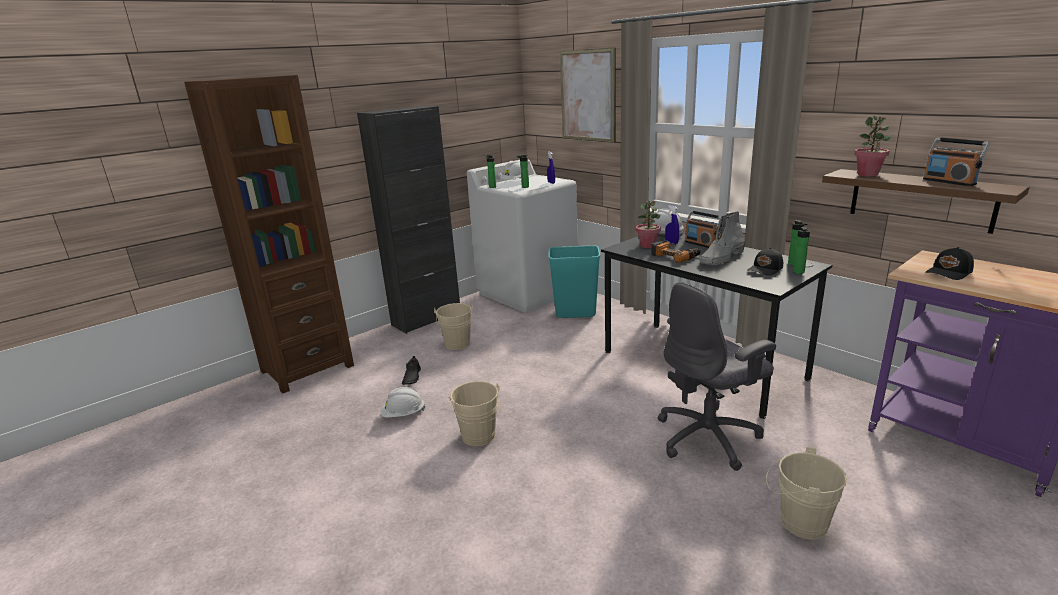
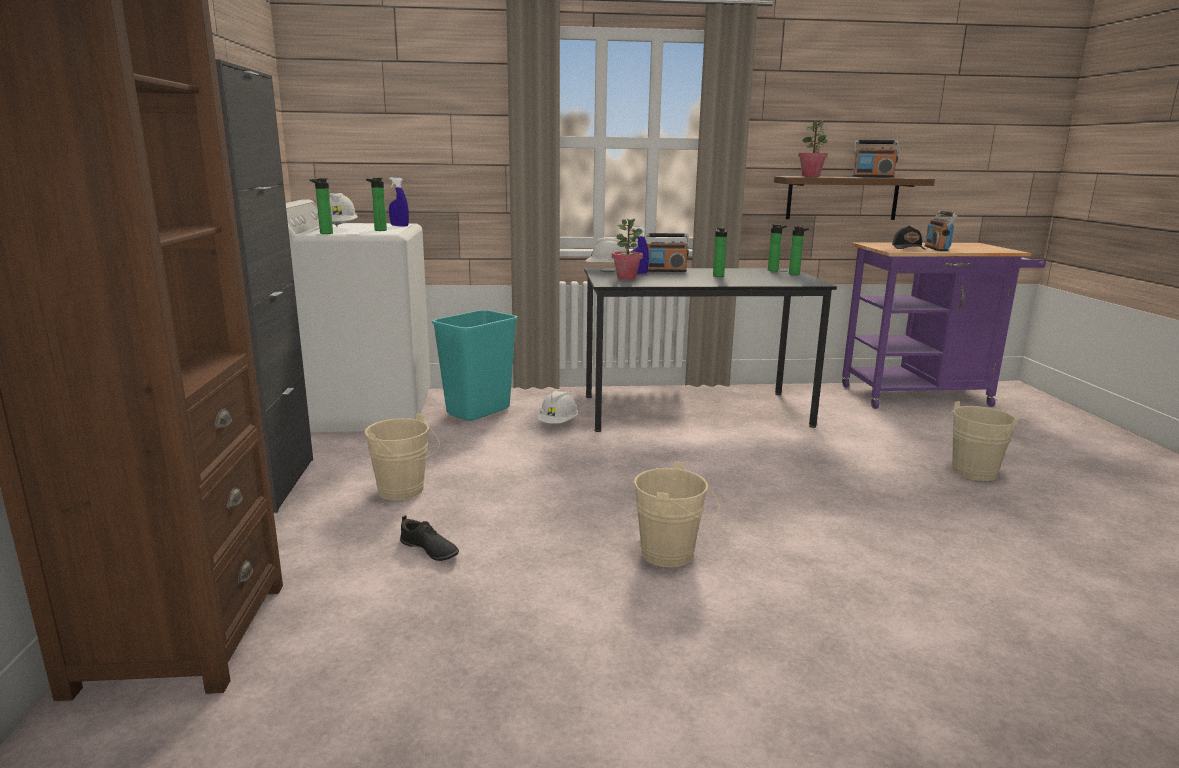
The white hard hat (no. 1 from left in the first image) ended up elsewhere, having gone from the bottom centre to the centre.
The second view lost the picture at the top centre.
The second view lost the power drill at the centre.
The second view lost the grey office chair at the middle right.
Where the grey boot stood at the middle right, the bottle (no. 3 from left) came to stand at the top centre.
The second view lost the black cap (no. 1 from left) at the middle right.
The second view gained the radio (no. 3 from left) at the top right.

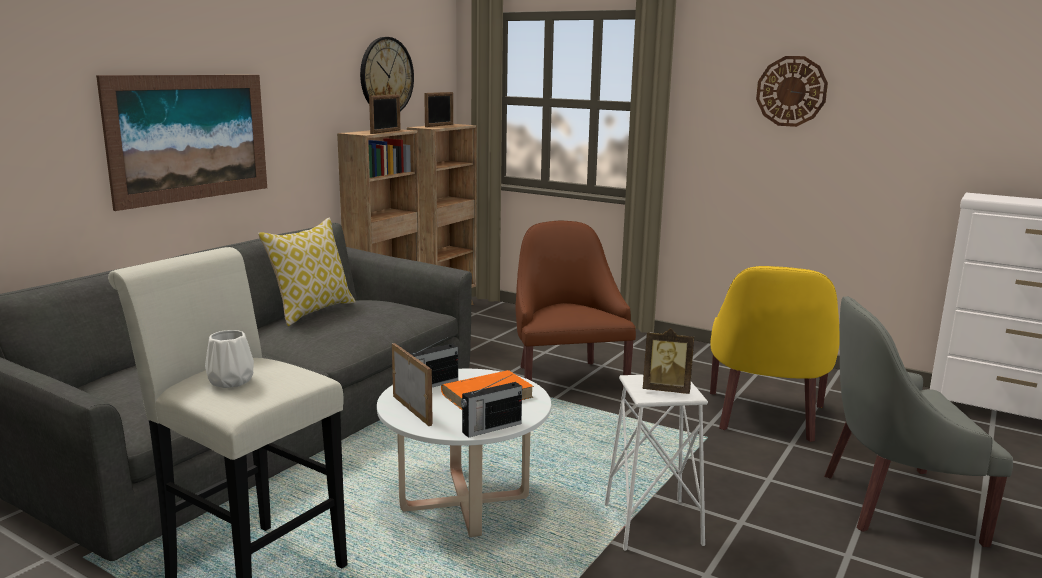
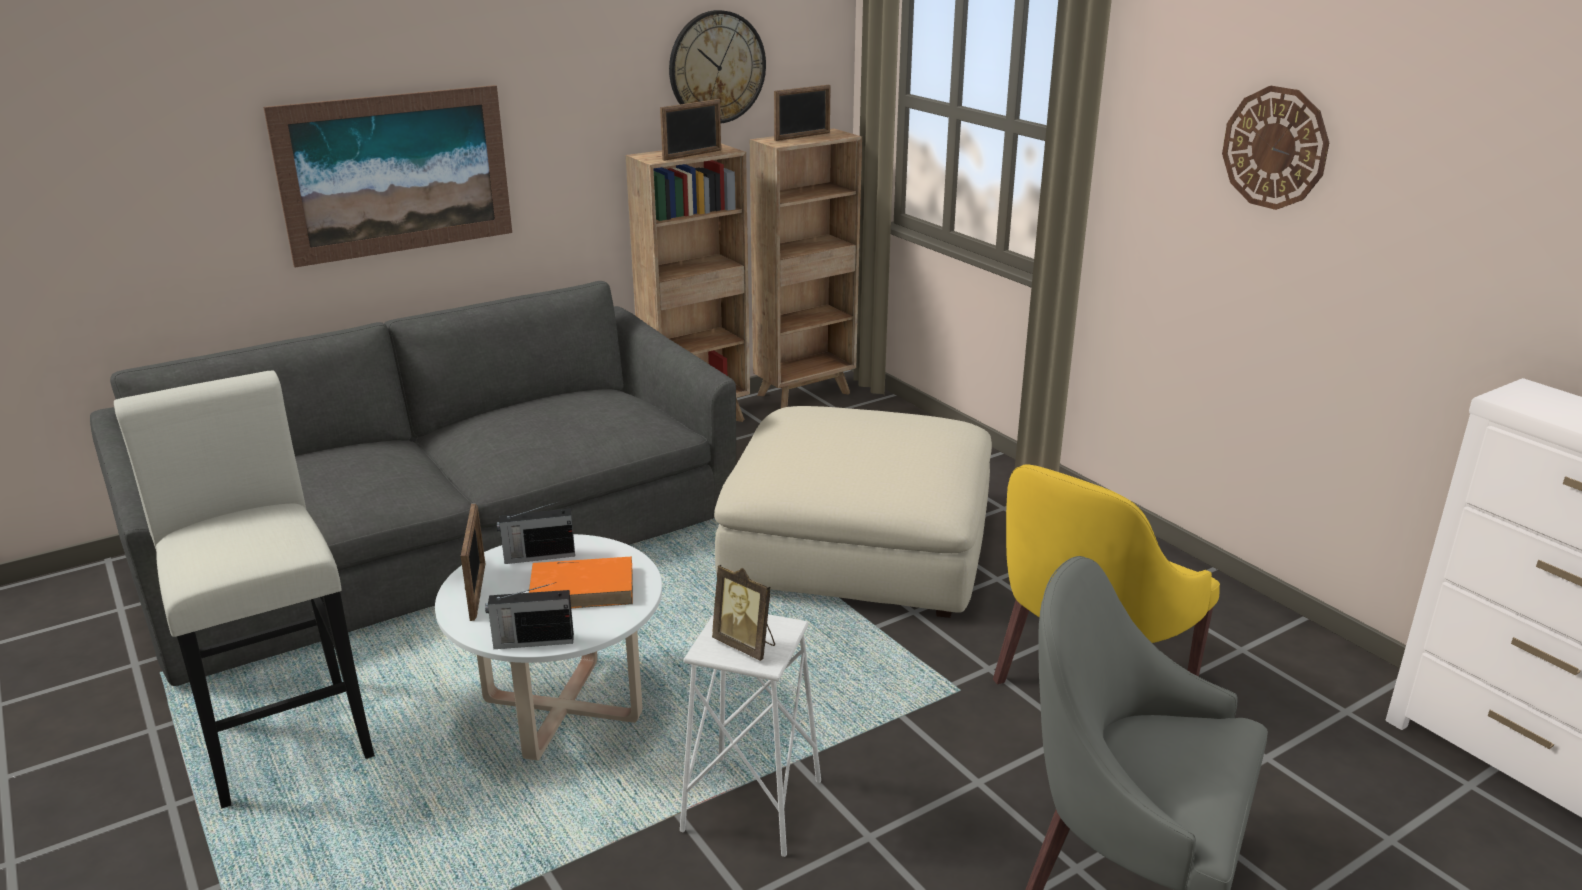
The second view lost the white vase at the middle left.
The second view lost the pillow at the middle left.
Where the brown armchair stood at the centre, the beige ottoman came to stand at the centre.

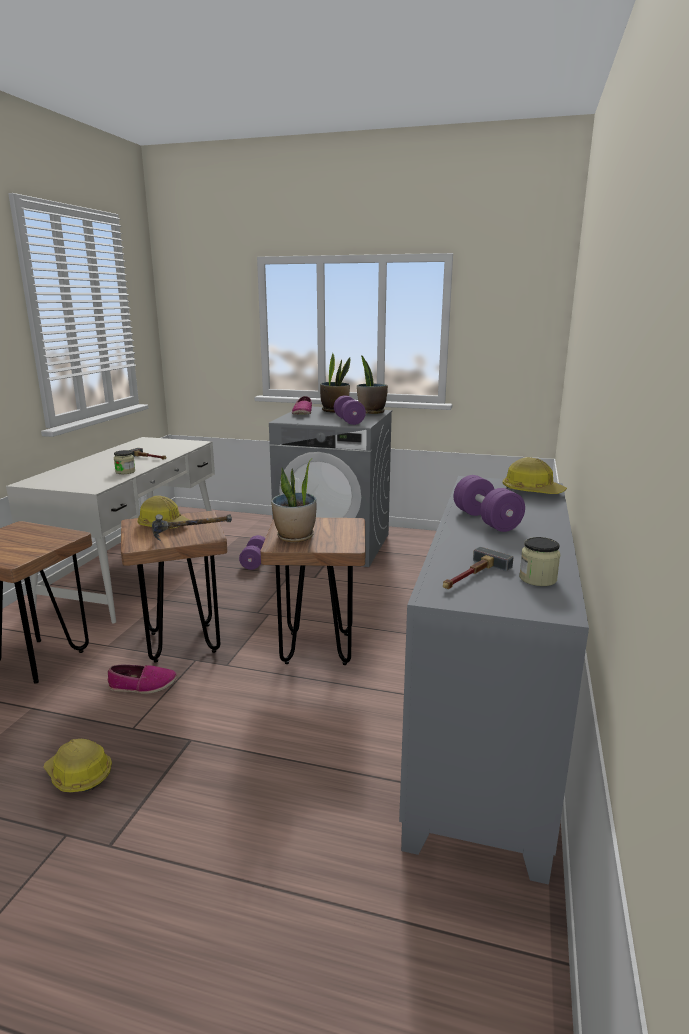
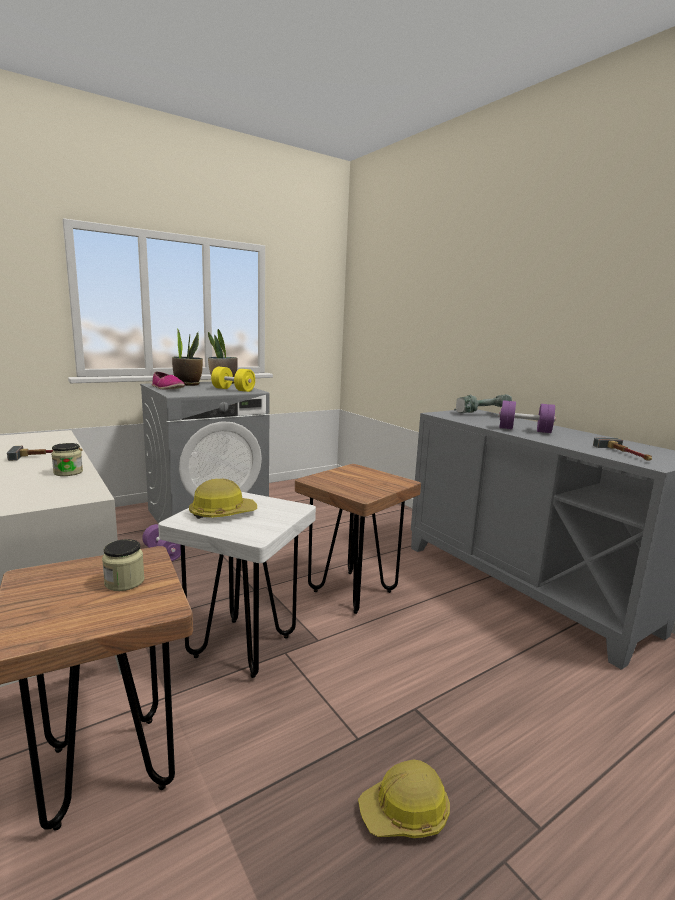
The second view lost the shoe (no. 1 from left) at the middle left.
What was the brown stool (no. 2 from left) at the middle left turned into the white stool at the centre.
The second view lost the hammer (no. 2 from left) at the middle left.
The second view lost the potted plant (no. 1 from left) at the centre.
What was the purple dumbbell (no. 2 from left) at the centre turned into the yellow dumbbell at the centre.
Where the hard hat (no. 3 from left) stood at the middle right, the power drill came to stand at the middle right.
The jar (no. 2 from left) ended up elsewhere, having gone from the middle right to the middle left.

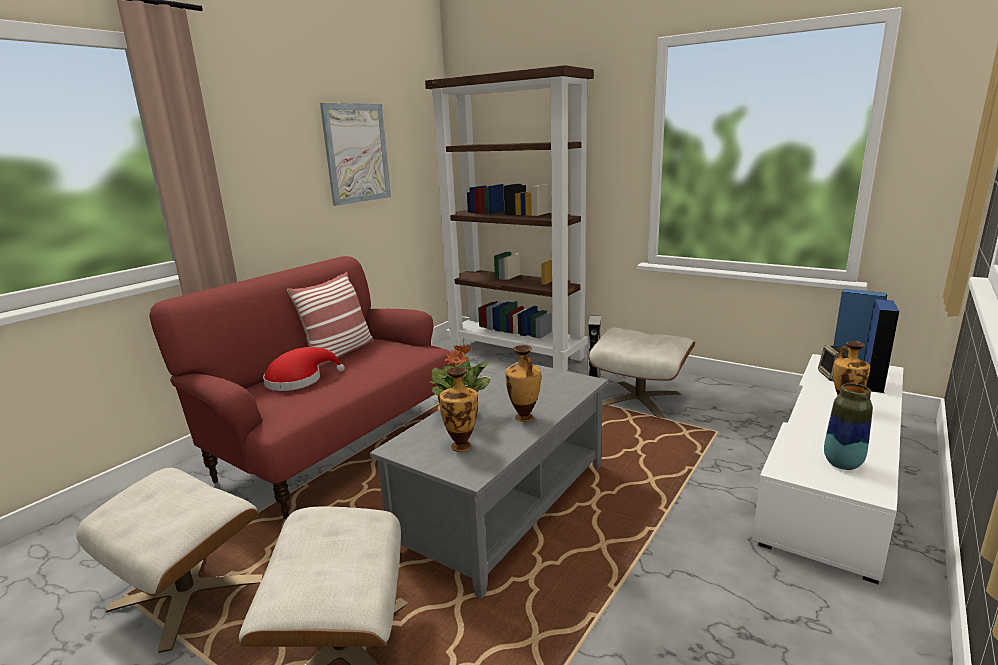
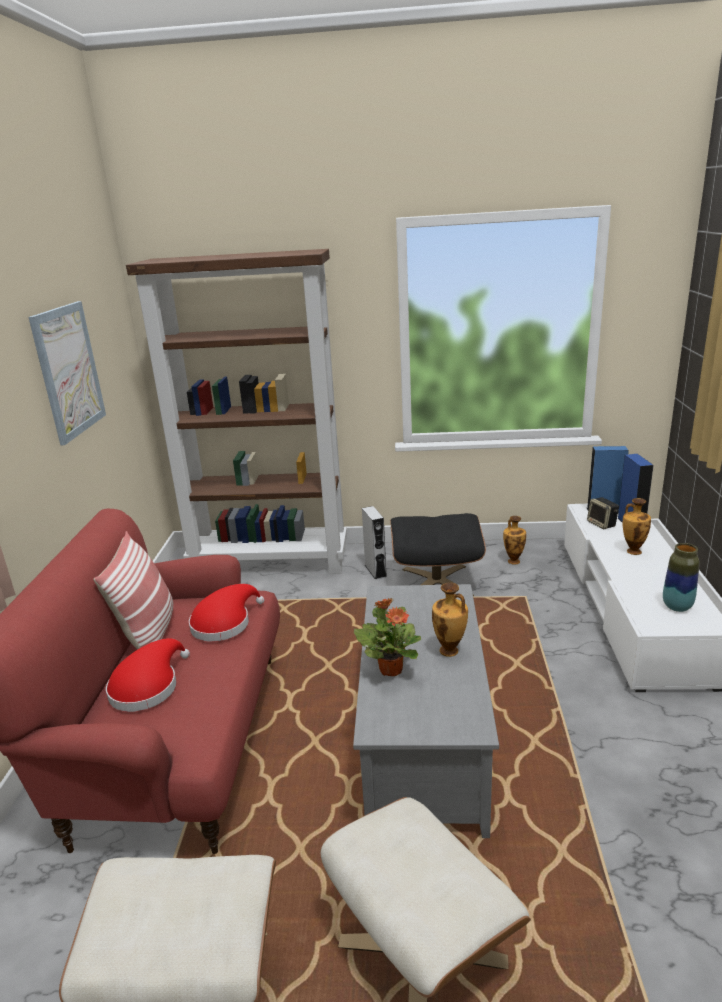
The vase (no. 1 from left in the first image) ended up elsewhere, having gone from the centre to the middle right.
What was the beige ottoman (no. 3 from left) at the centre turned into the black ottoman at the centre.
The second view gained the red hat (no. 2 from left) at the middle left.

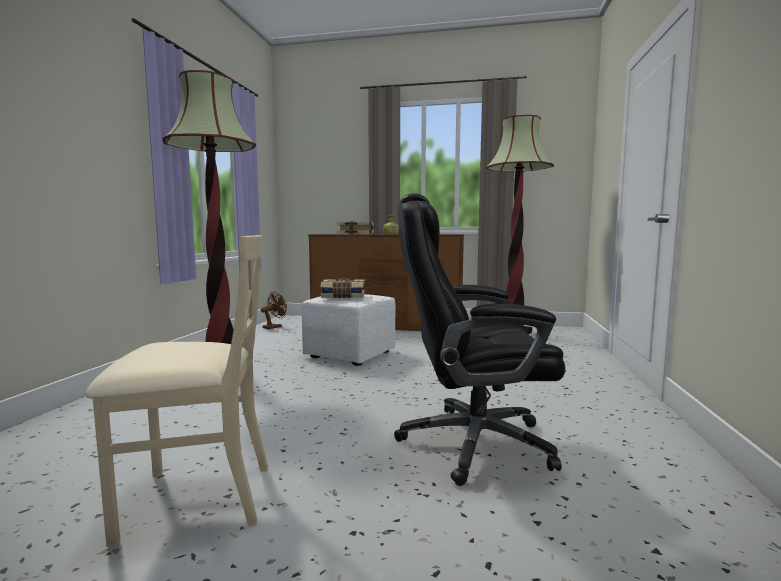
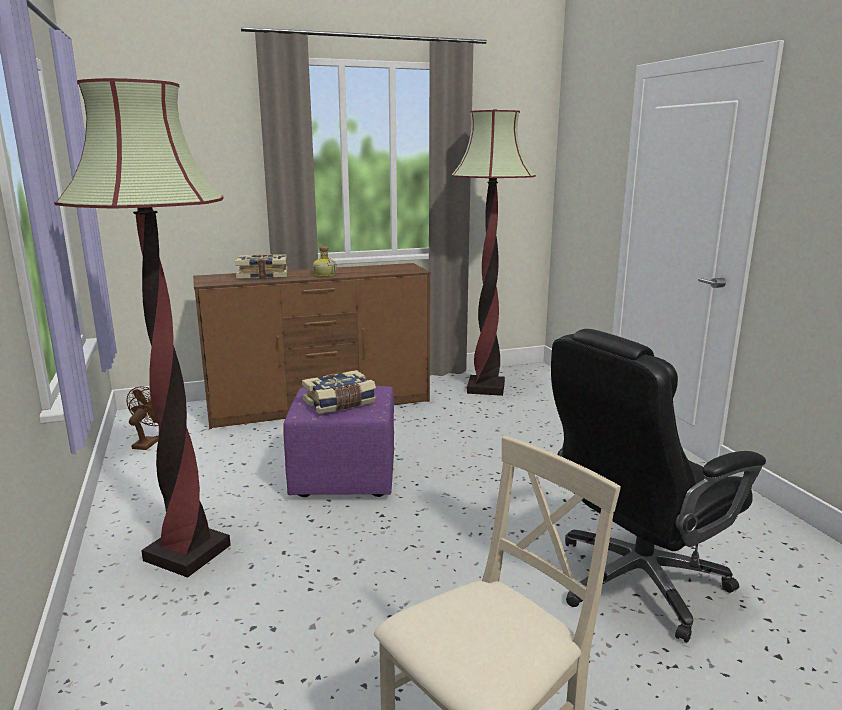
What was the white ottoman at the centre turned into the purple ottoman at the centre.

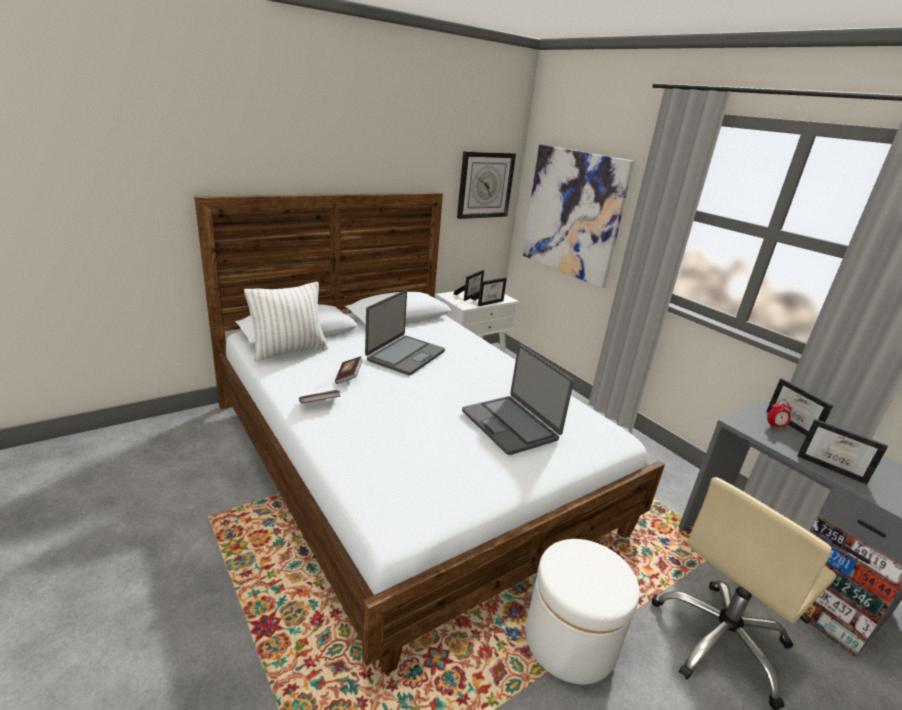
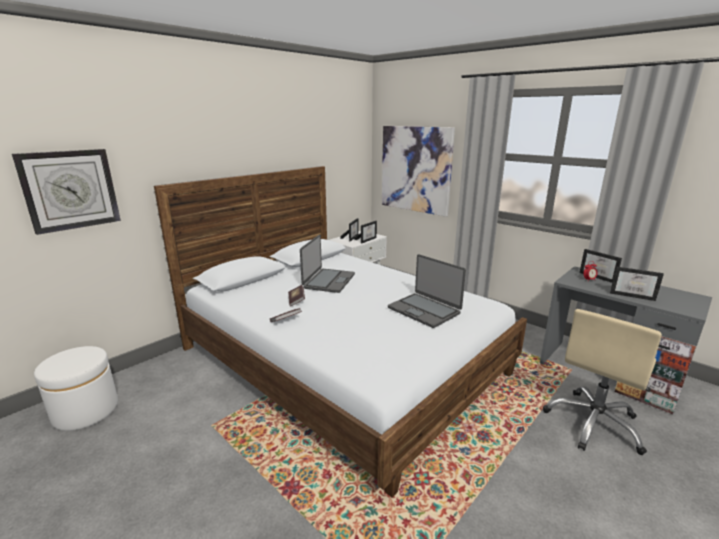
The second view lost the white pillow at the middle left.
The wall clock ended up elsewhere, having gone from the top centre to the middle left.
The white ottoman ended up elsewhere, having gone from the bottom centre to the bottom left.

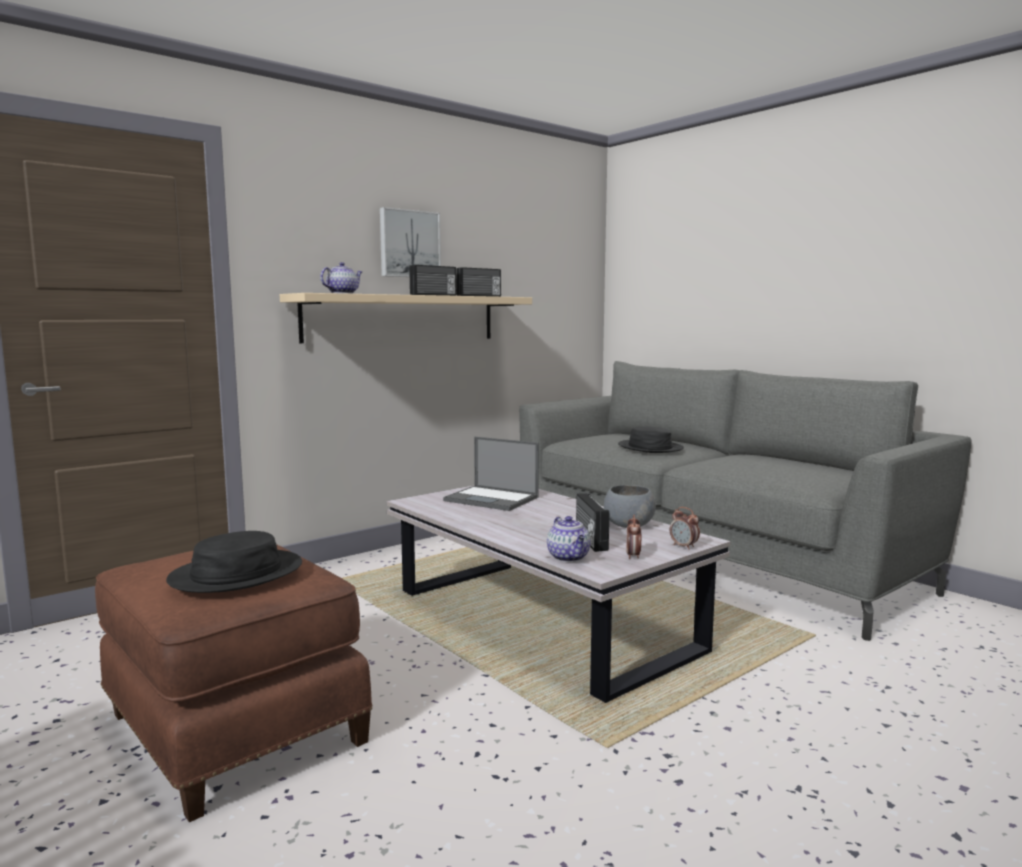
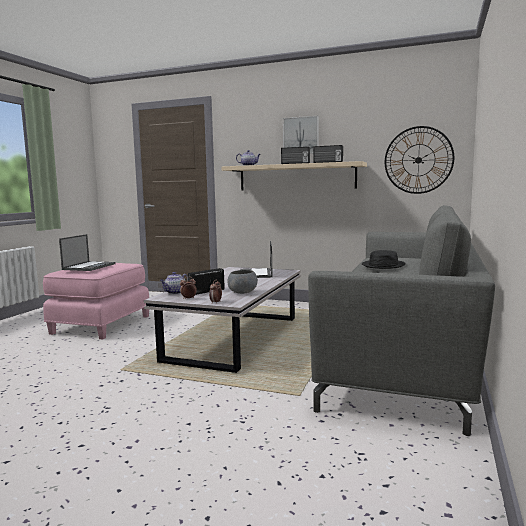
What was the brown ottoman at the bottom left turned into the pink ottoman at the middle left.
Where the black hat (no. 1 from left) stood at the middle left, the laptop (no. 1 from left) came to stand at the middle left.
The second view gained the wall clock at the top right.

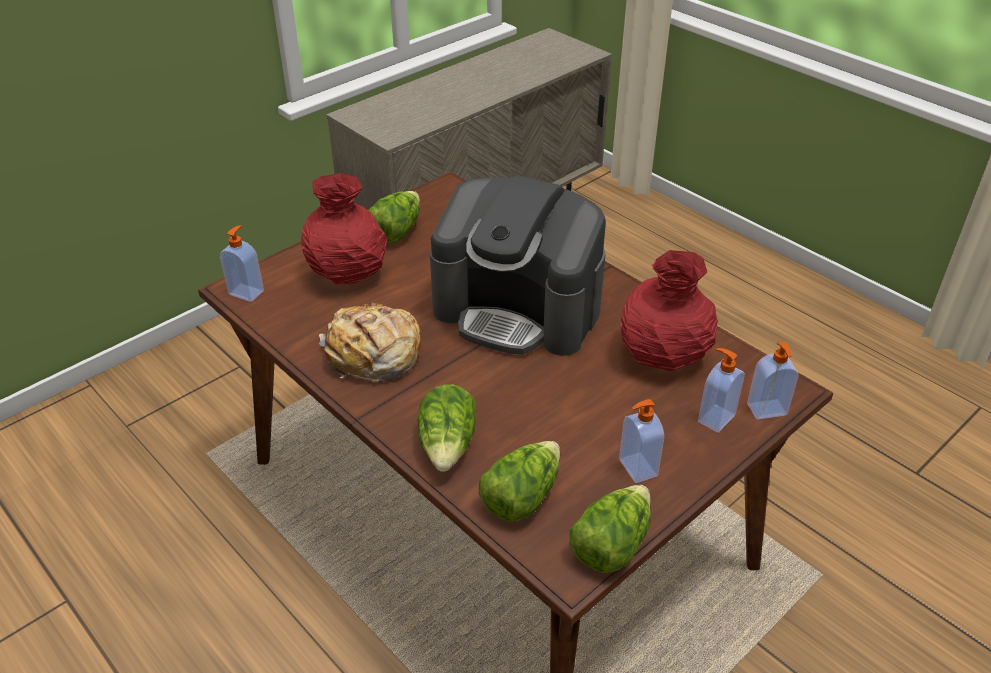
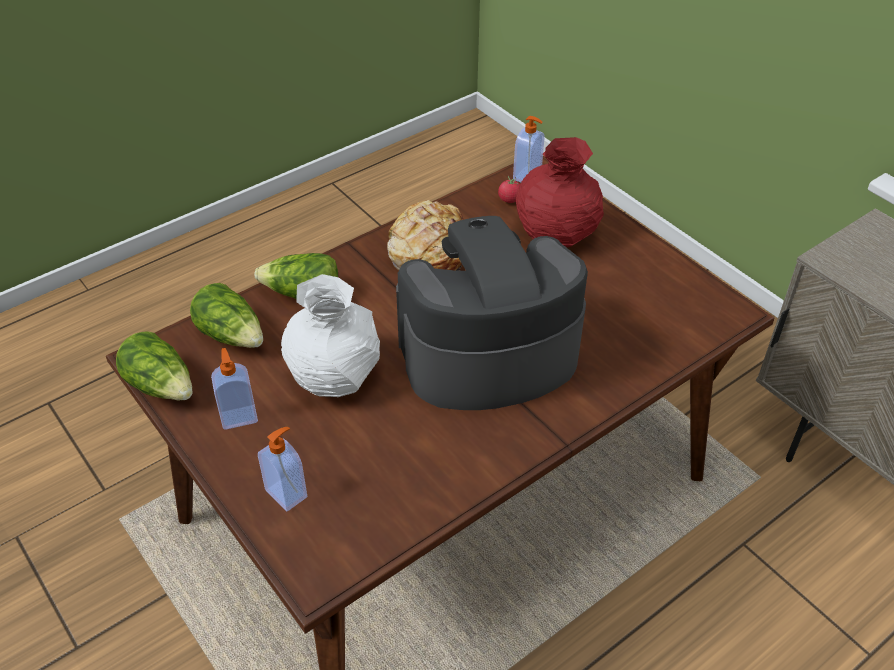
The second view lost the lettuce (no. 1 from left) at the top centre.
The coffee machine at the centre ended up facing another way, 45 degrees clockwise from before.
The second view lost the red vase (no. 2 from left) at the middle right.
The second view lost the soap dispenser (no. 4 from left) at the middle right.
The second view gained the white vase at the centre.
The second view gained the tomato at the top centre.

